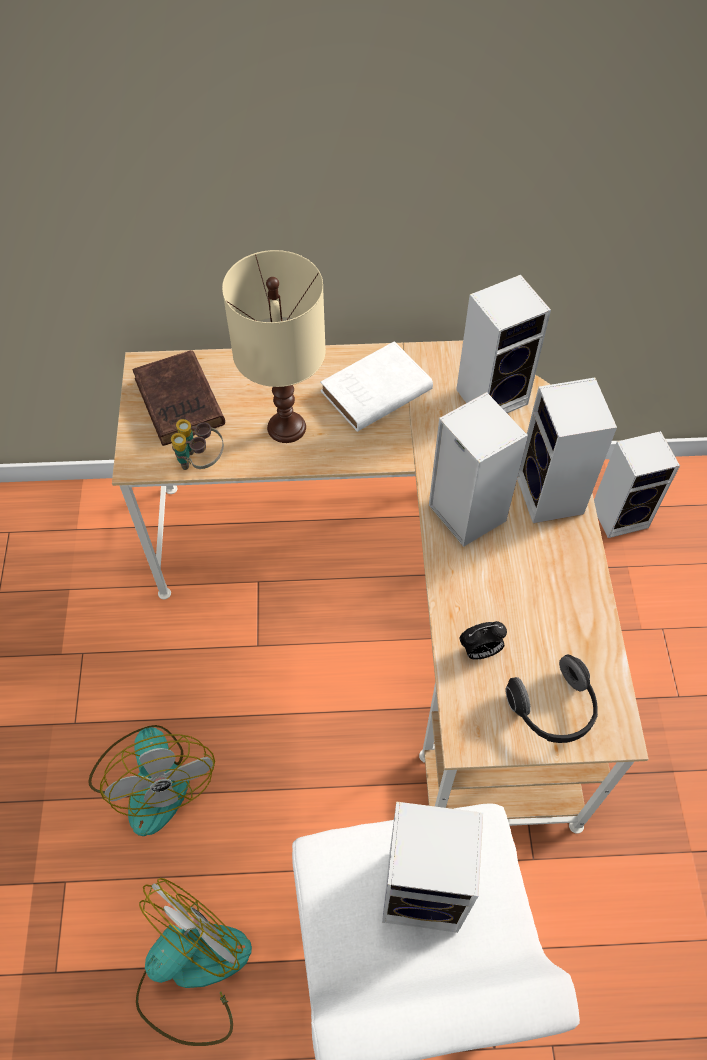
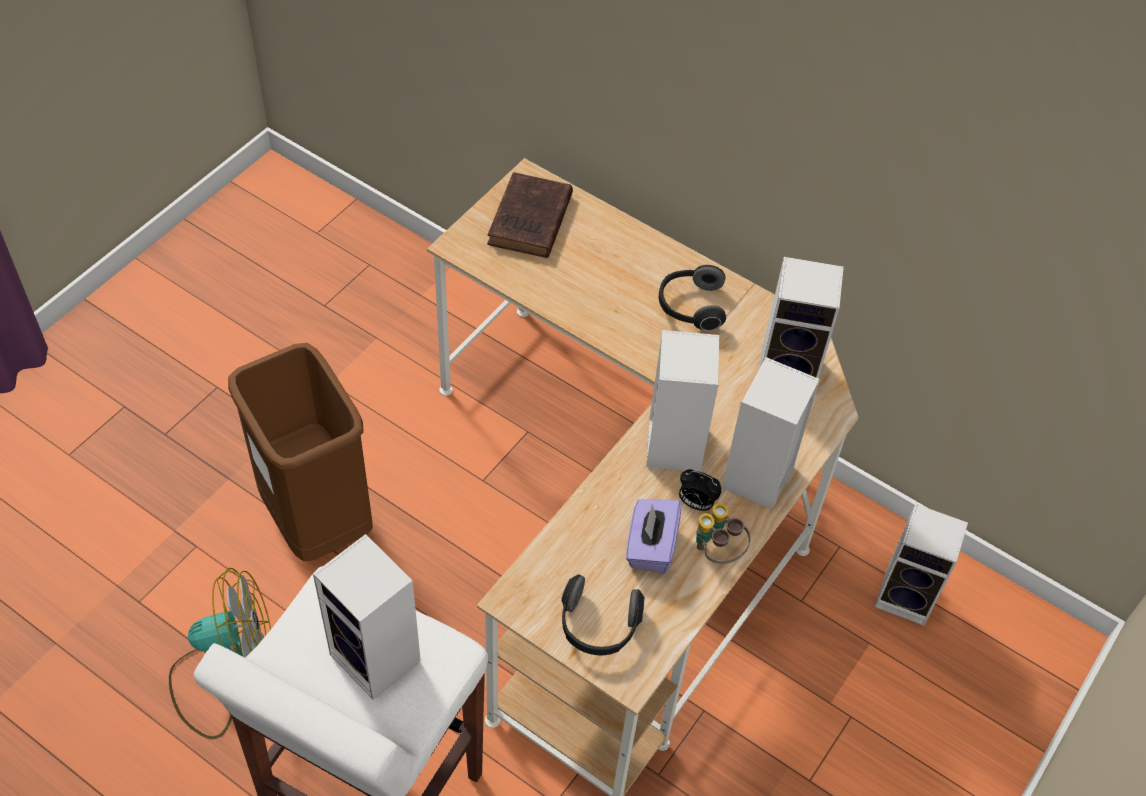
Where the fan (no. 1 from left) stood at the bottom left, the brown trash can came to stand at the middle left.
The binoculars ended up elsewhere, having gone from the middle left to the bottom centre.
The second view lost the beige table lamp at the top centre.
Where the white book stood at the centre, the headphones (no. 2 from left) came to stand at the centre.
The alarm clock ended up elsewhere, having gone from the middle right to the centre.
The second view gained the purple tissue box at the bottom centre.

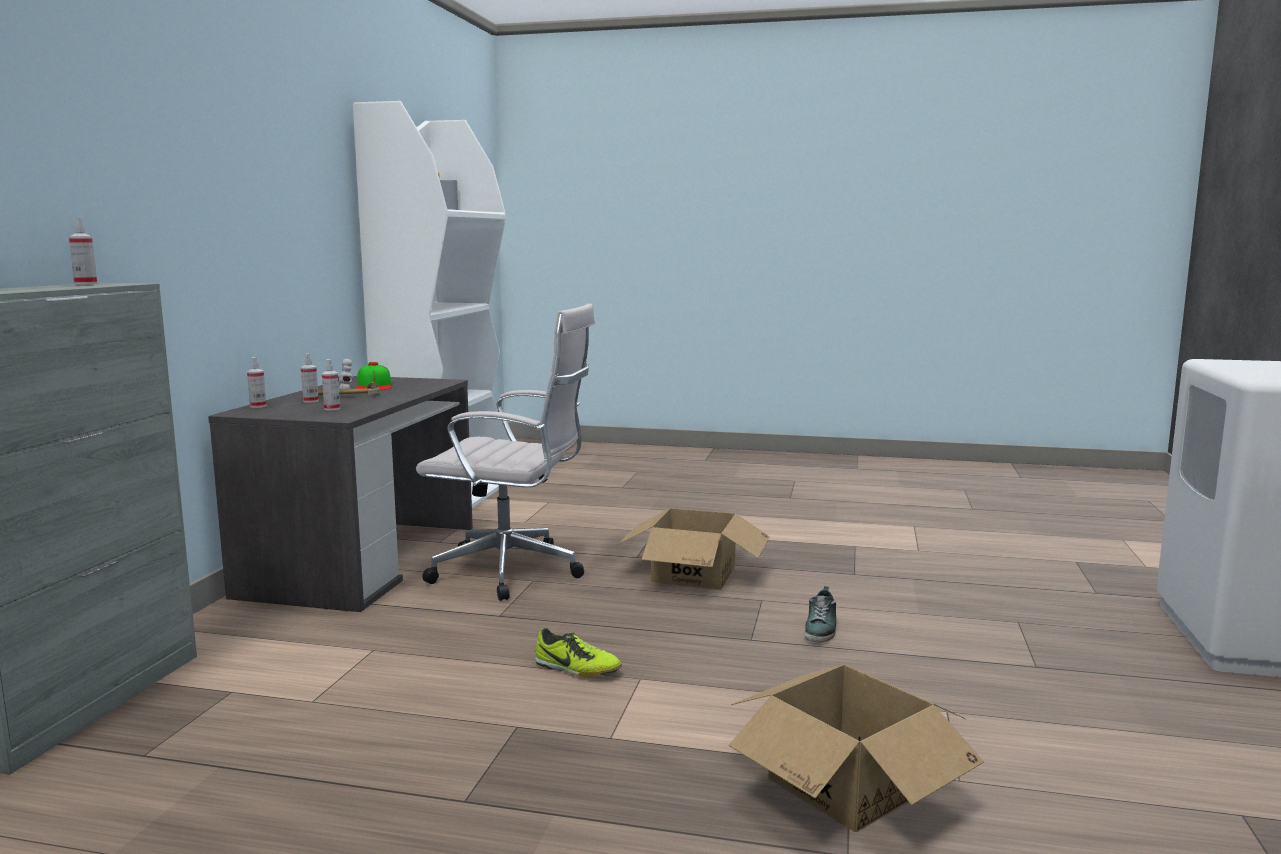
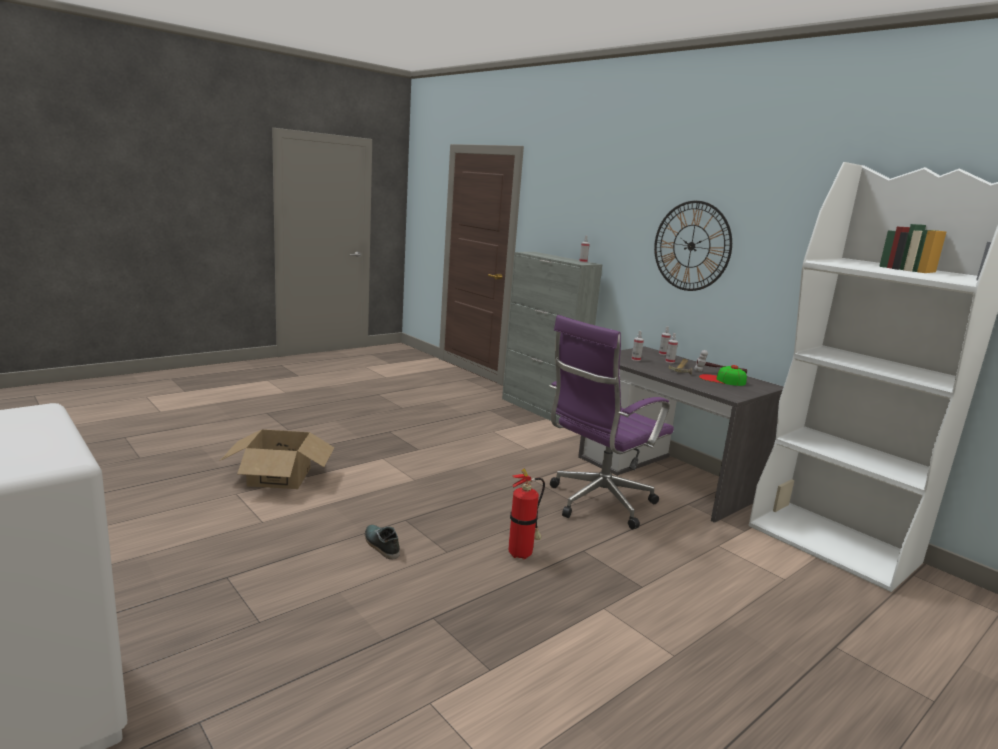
What was the white office chair at the centre turned into the purple office chair at the centre.
The second view lost the shoe (no. 1 from left) at the bottom centre.
Where the cardboard box (no. 1 from left) stood at the centre, the fire extinguisher came to stand at the bottom centre.
The second view gained the wall clock at the top right.

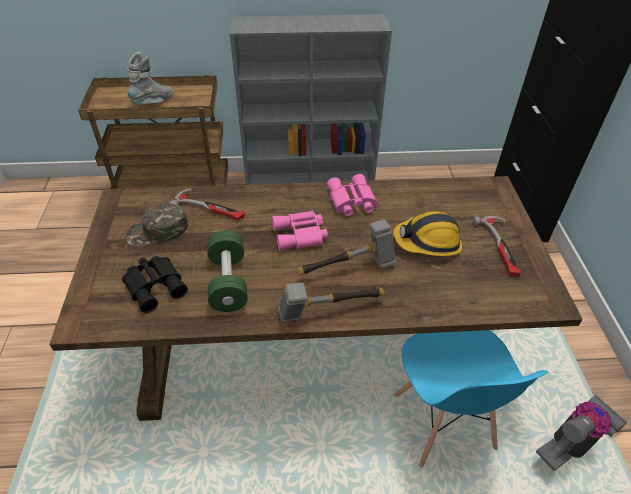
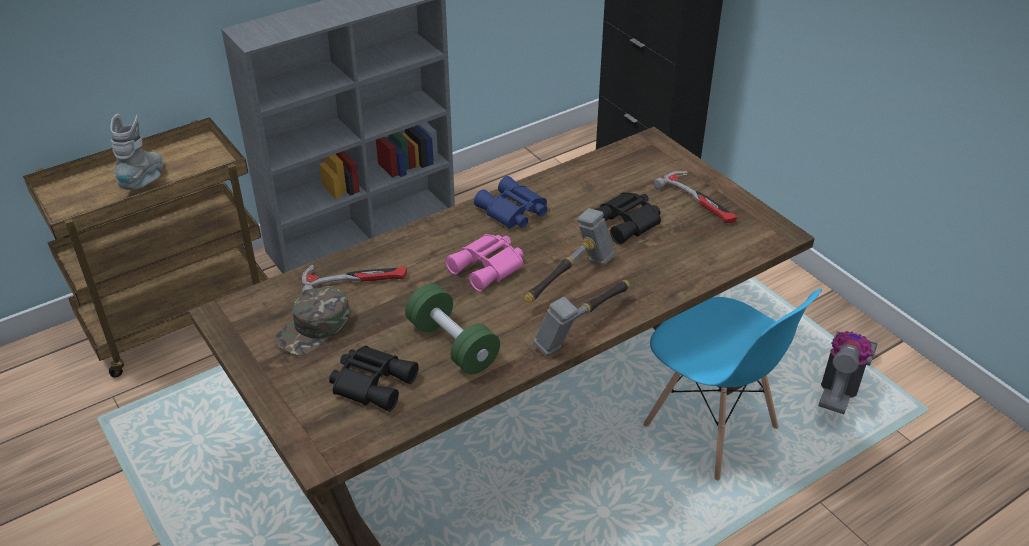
What was the pink binoculars (no. 2 from left) at the centre turned into the blue binoculars at the centre.
Where the hard hat stood at the middle right, the black binoculars (no. 2 from left) came to stand at the centre.

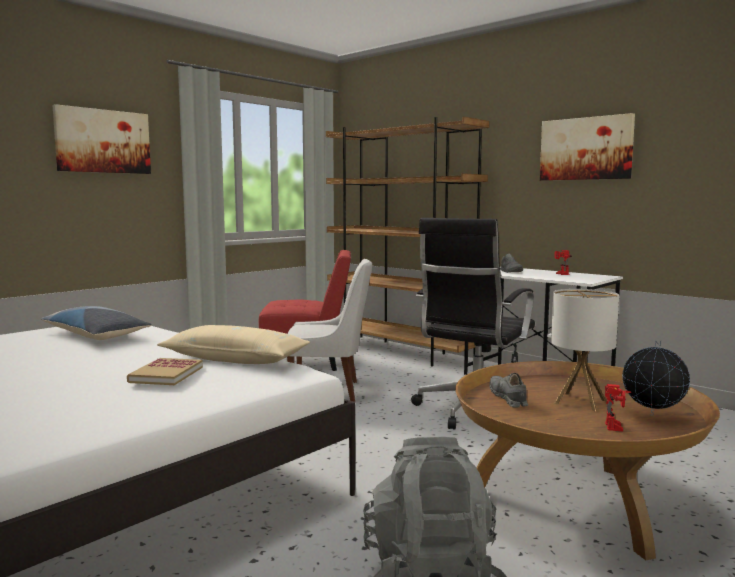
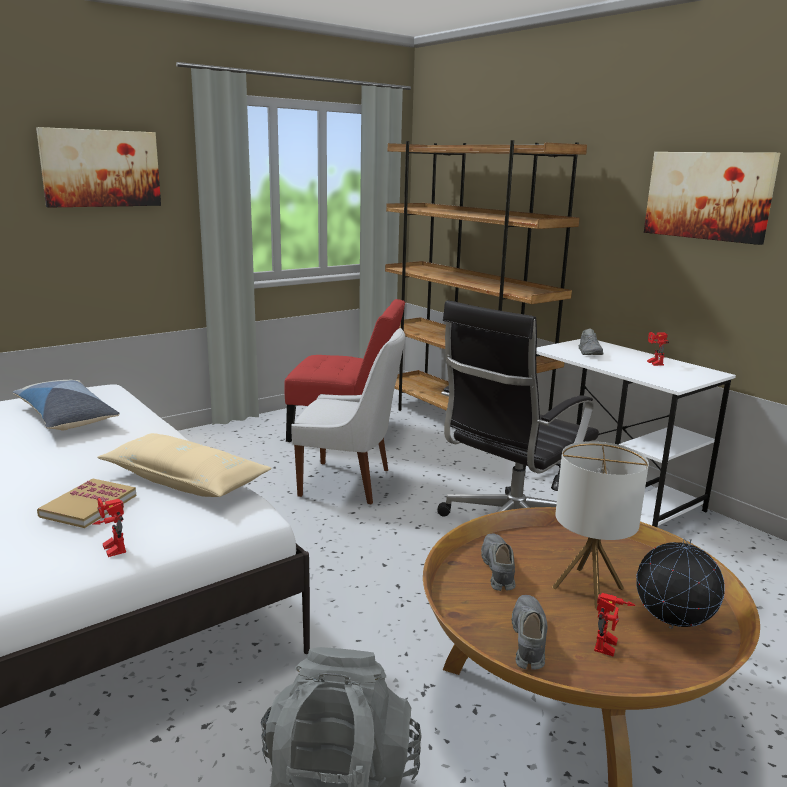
The second view gained the toy robot (no. 1 from left) at the bottom left.
The second view gained the grey shoe (no. 2 from left) at the bottom right.

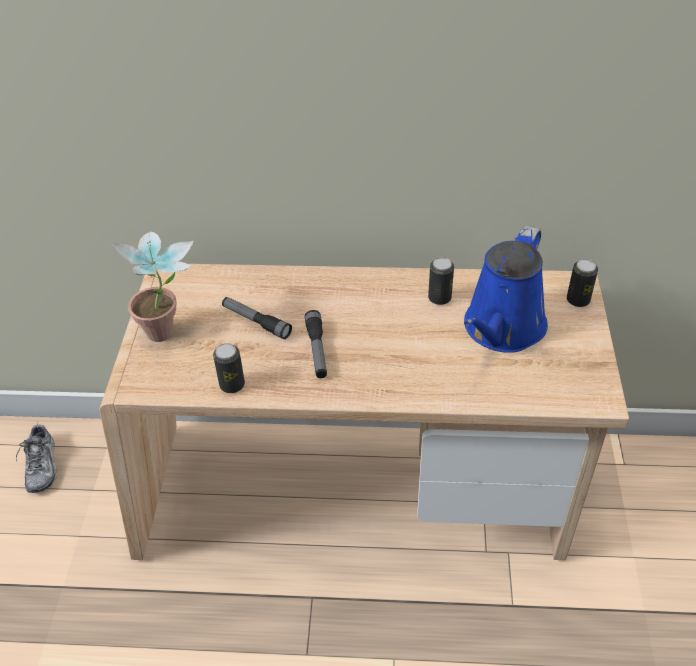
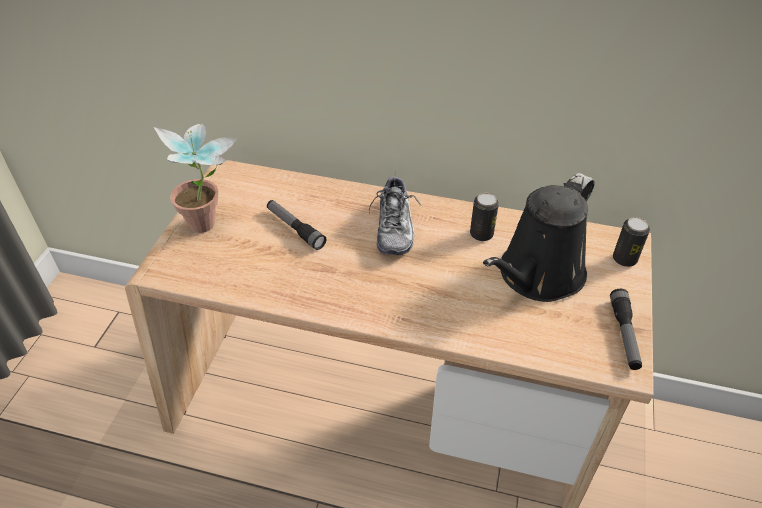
The shoe ended up elsewhere, having gone from the bottom left to the centre.
The second view lost the can (no. 1 from left) at the middle left.
The flashlight (no. 2 from left) ended up elsewhere, having gone from the centre to the middle right.
What was the blue watering can at the middle right turned into the black watering can at the middle right.

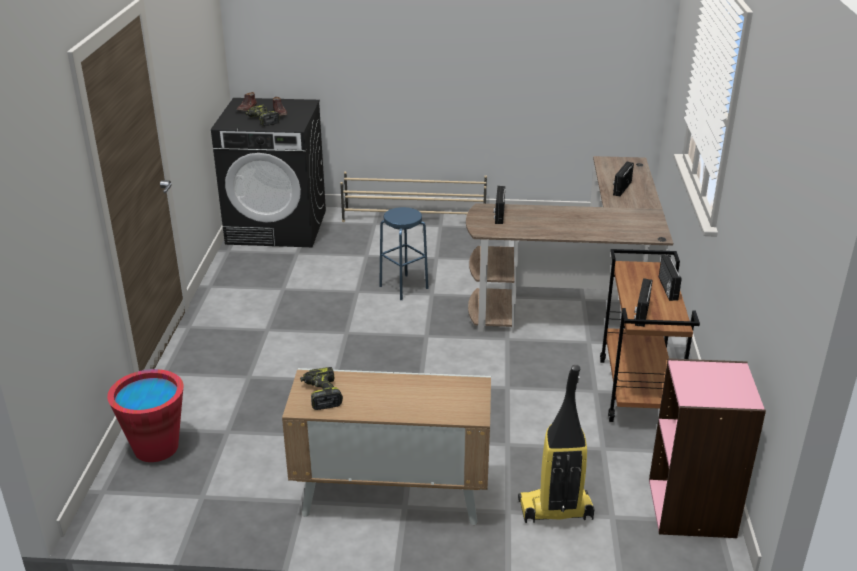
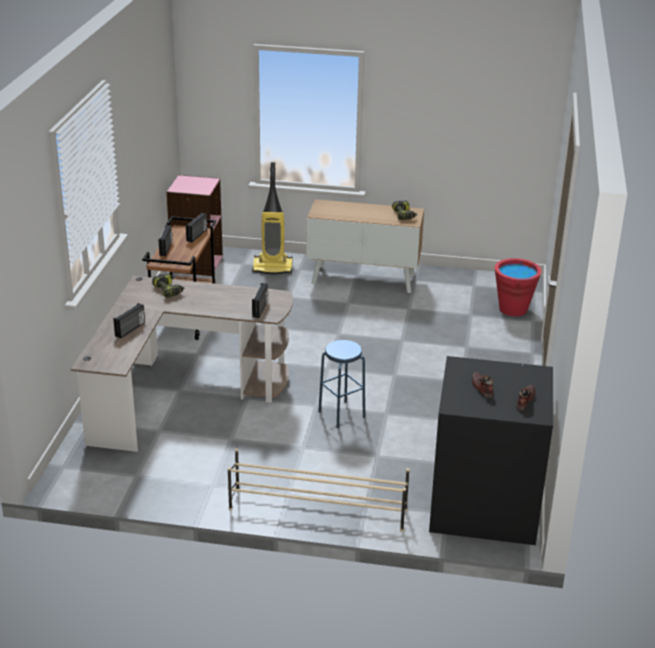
The power drill (no. 1 from left) ended up elsewhere, having gone from the top left to the middle left.

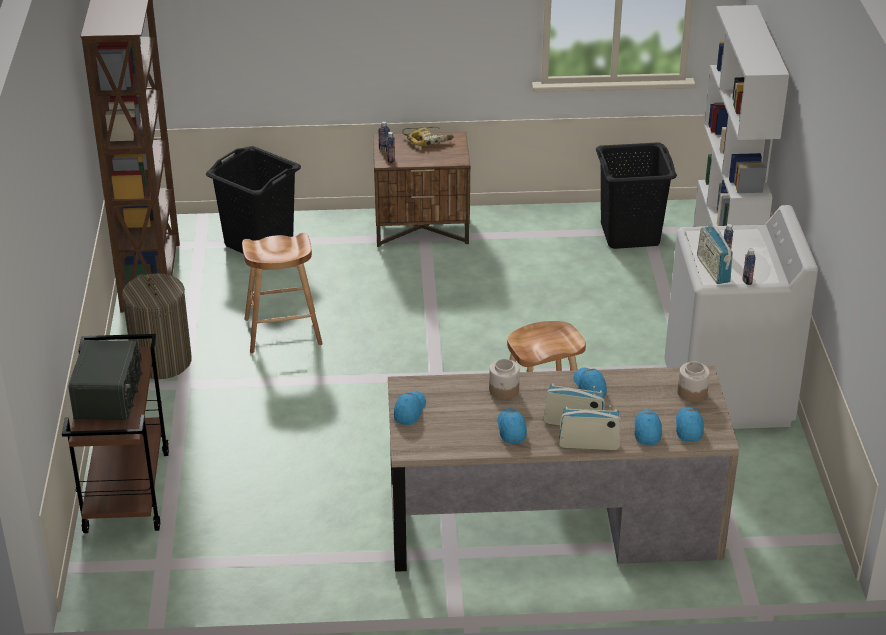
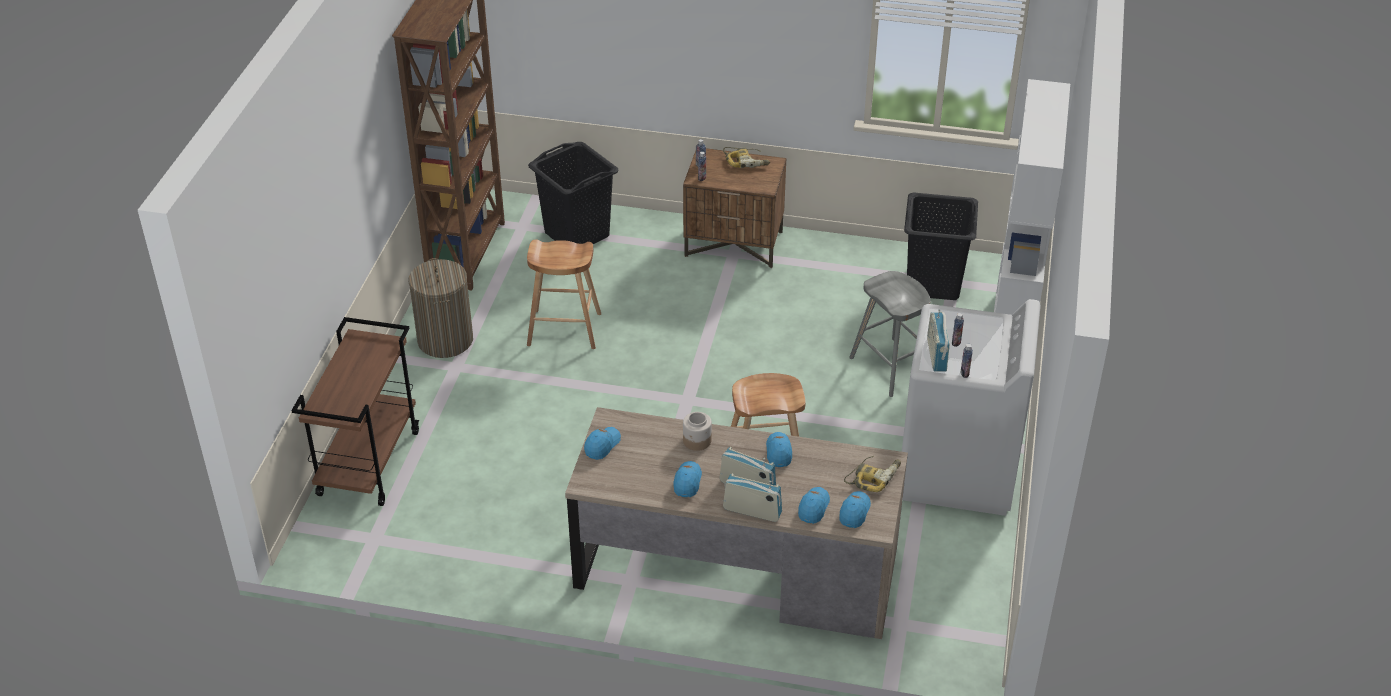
The second view lost the radio (no. 1 from left) at the middle left.
Where the jar (no. 2 from left) stood at the middle right, the power drill (no. 2 from left) came to stand at the bottom centre.
The second view gained the grey stool at the centre.

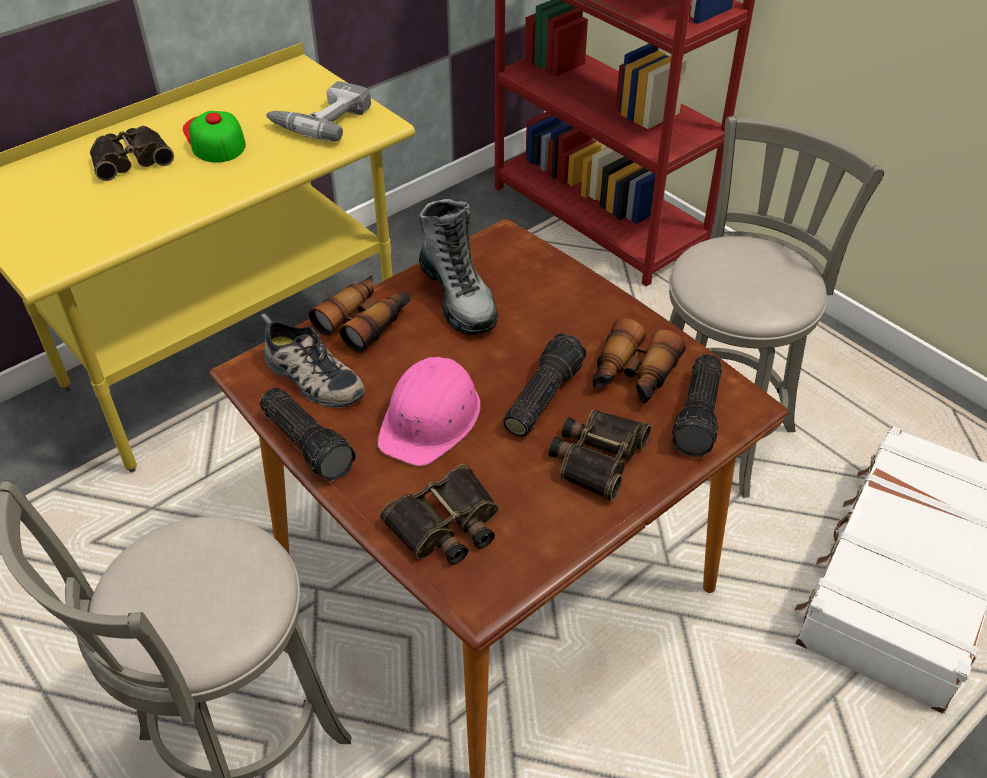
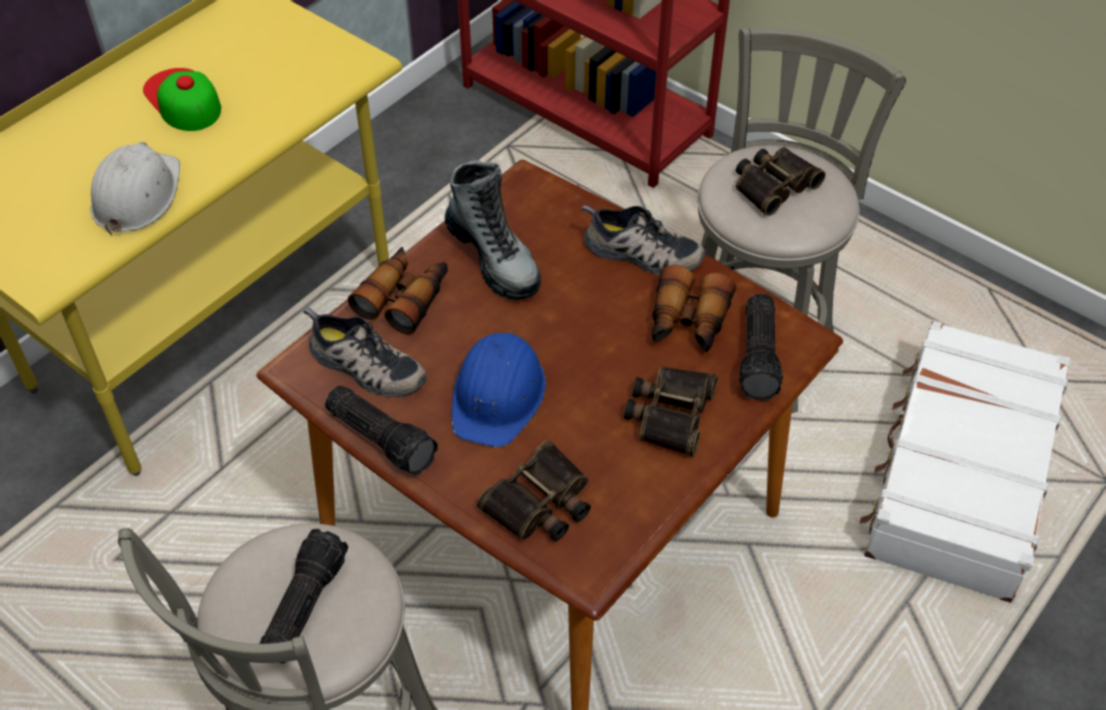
The binoculars (no. 1 from left in the first image) ended up elsewhere, having gone from the top left to the top right.
The second view lost the power drill at the top left.
What was the pink hard hat at the centre turned into the blue hard hat at the centre.
The flashlight (no. 2 from left in the first image) ended up elsewhere, having gone from the centre to the bottom left.
The second view gained the white hard hat at the top left.
The second view gained the shoe (no. 2 from left) at the centre.

